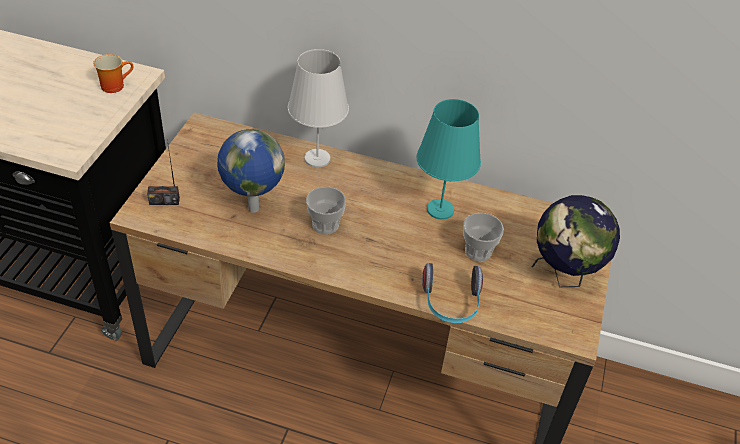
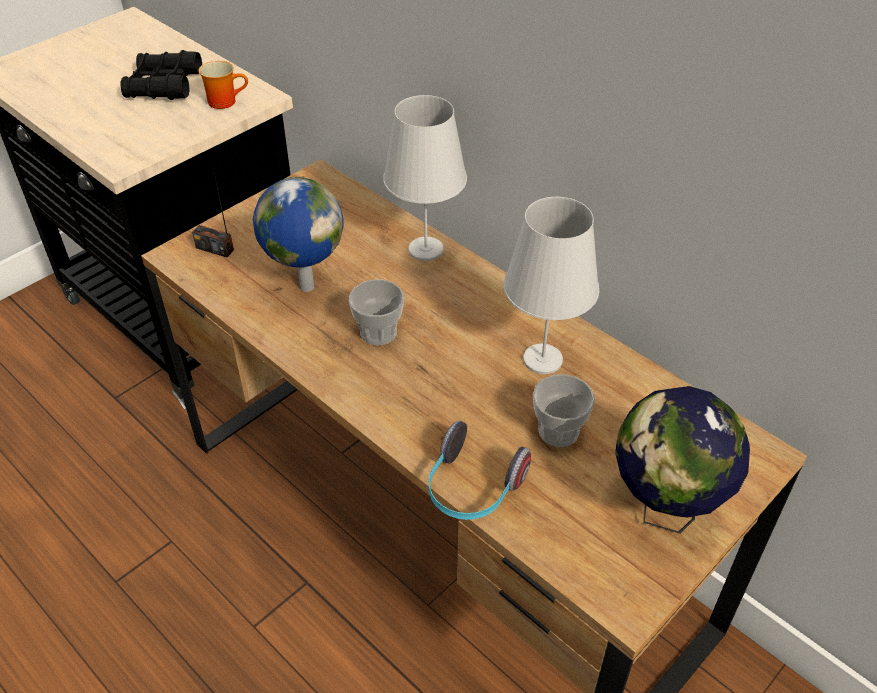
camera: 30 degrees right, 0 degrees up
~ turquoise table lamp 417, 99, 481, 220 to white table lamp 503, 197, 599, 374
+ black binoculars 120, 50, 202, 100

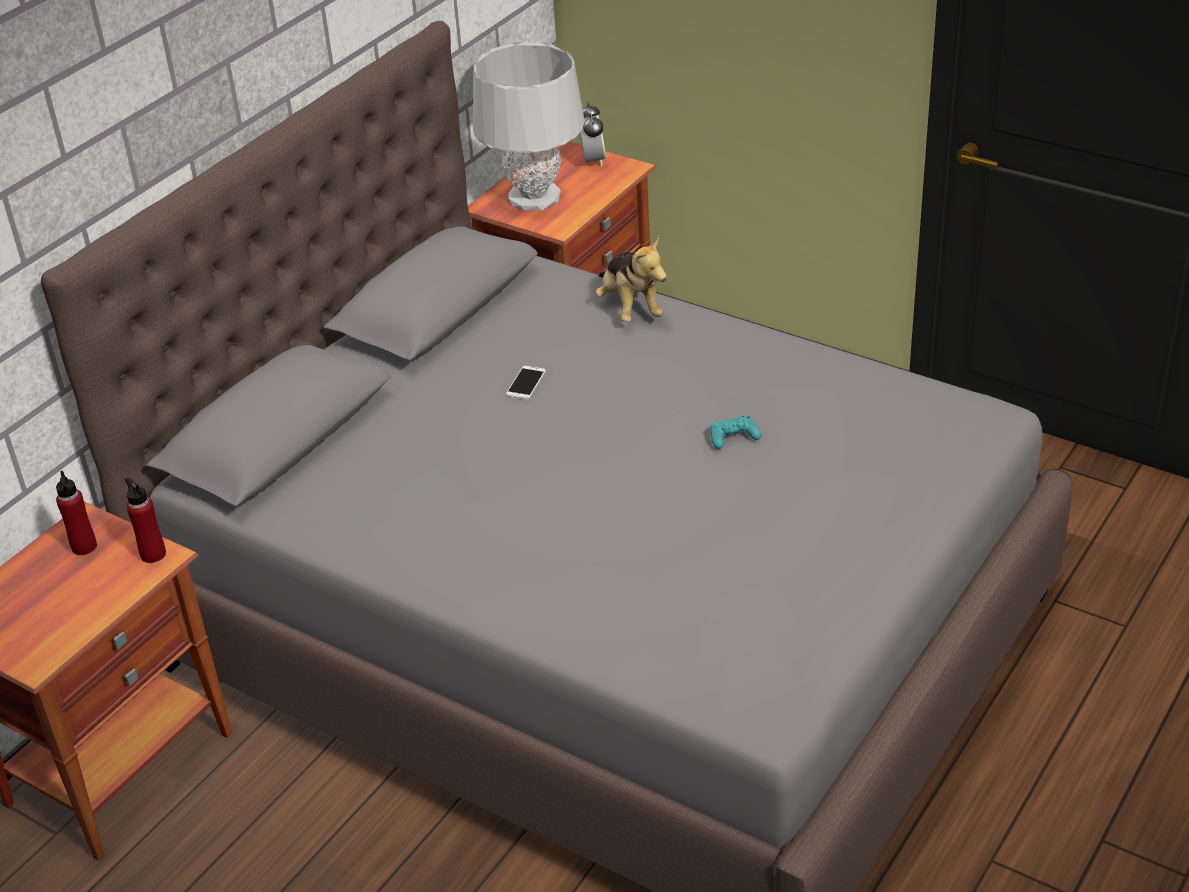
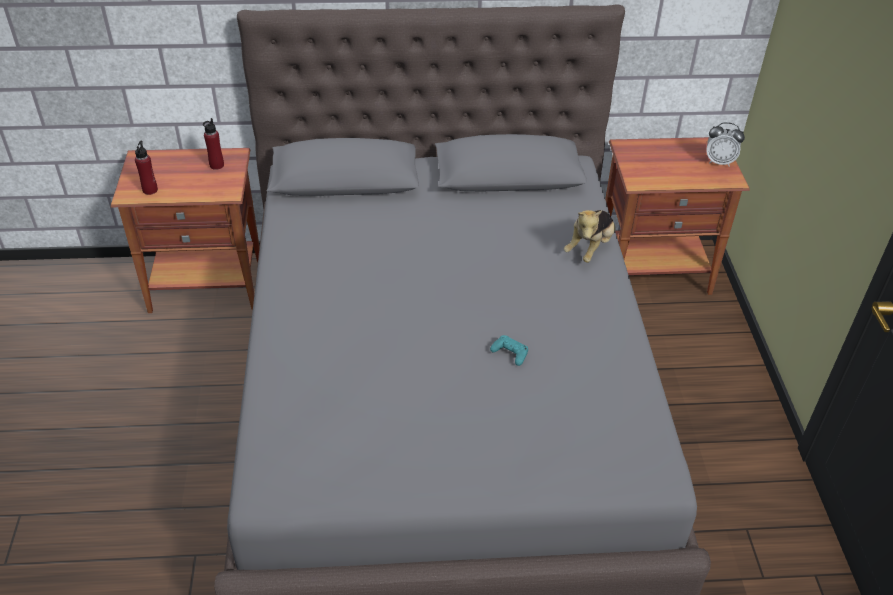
camera: 50 degrees right, 5 degrees up
- grey table lamp 473, 42, 585, 211
~ alarm clock 579, 102, 606, 167 = 706, 122, 745, 167 60 degrees clockwise
- phone 506, 366, 546, 400
~ red bottle 125, 477, 166, 563 to 135, 141, 158, 195

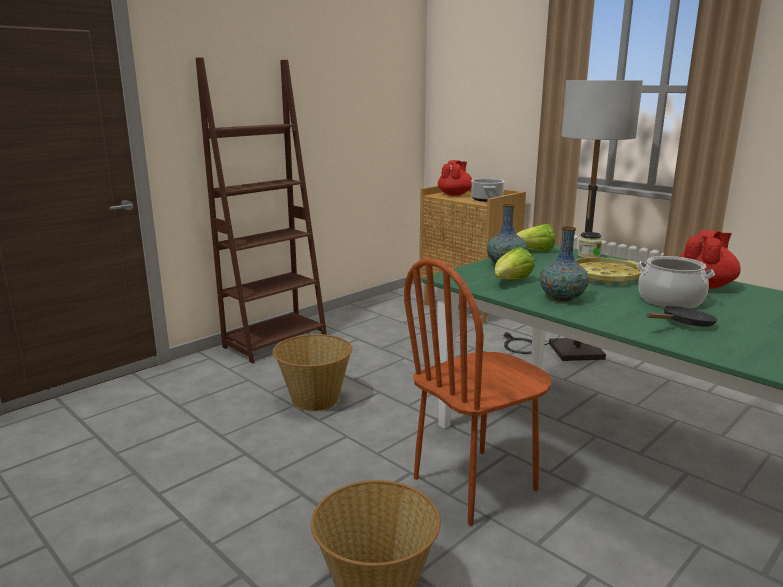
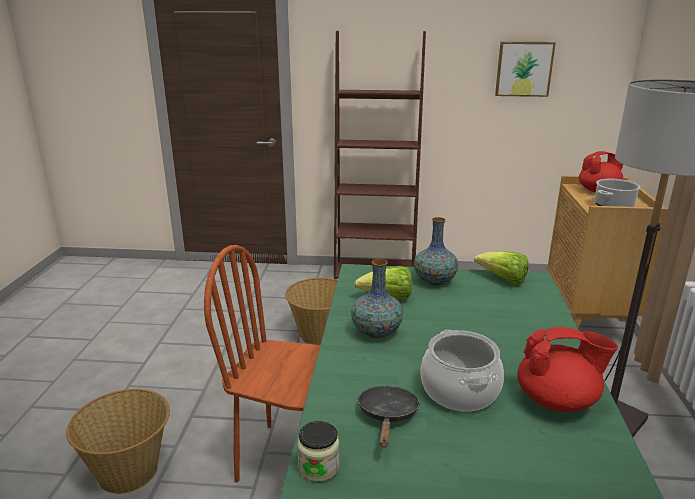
camera: 50 degrees right, 5 degrees up
~ jar 578, 232, 602, 258 to 297, 421, 339, 482
- yellow tray 575, 257, 642, 284
~ black frying pan 646, 305, 718, 327 = 357, 386, 421, 447 105 degrees counterclockwise
+ picture 495, 42, 556, 97

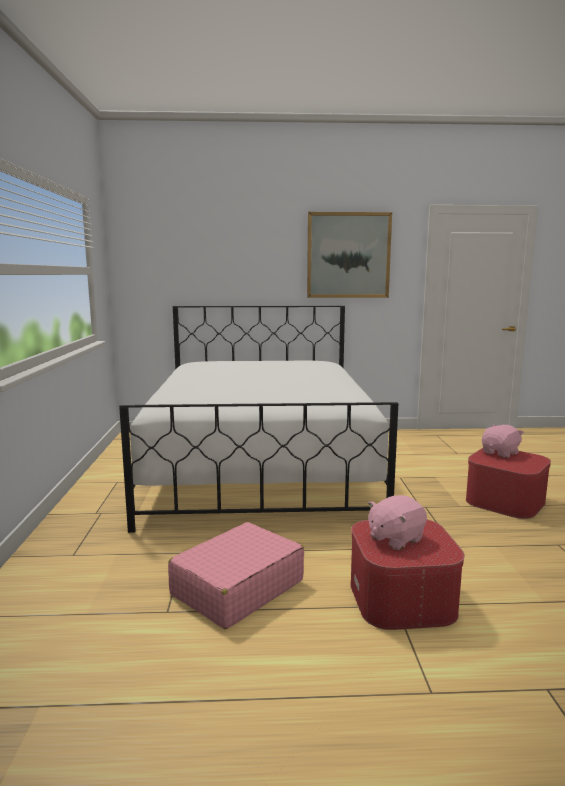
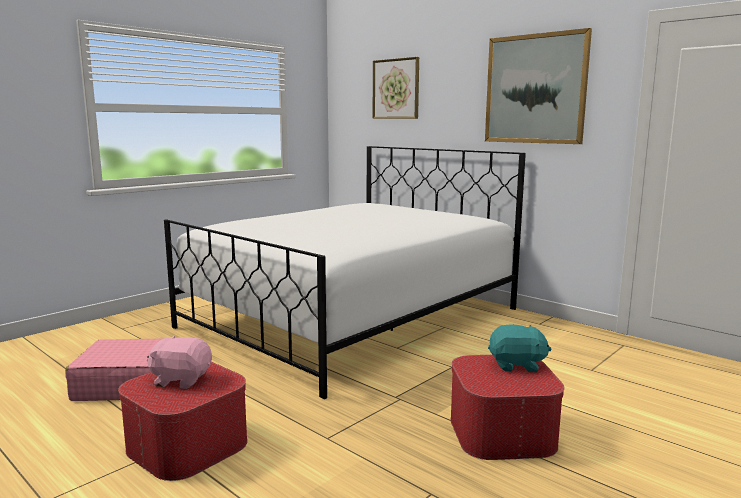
camera: 45 degrees right, 0 degrees up
~ pink plush toy 482, 425, 524, 458 to turquoise plush toy 488, 325, 551, 372
+ picture 373, 57, 419, 119

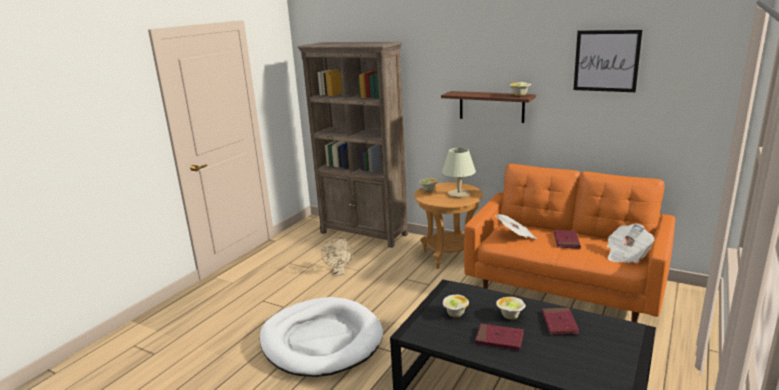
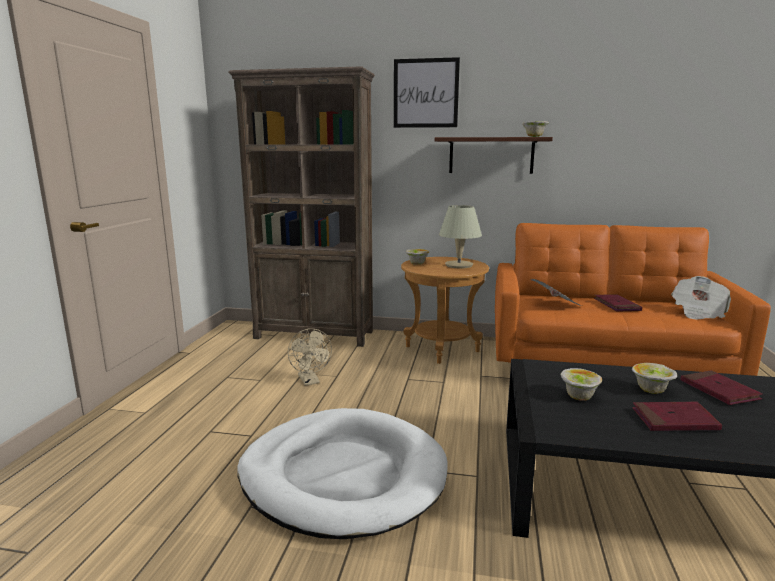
camera: 20 degrees left, 5 degrees down
~ picture 574, 30, 642, 92 to 394, 57, 460, 128

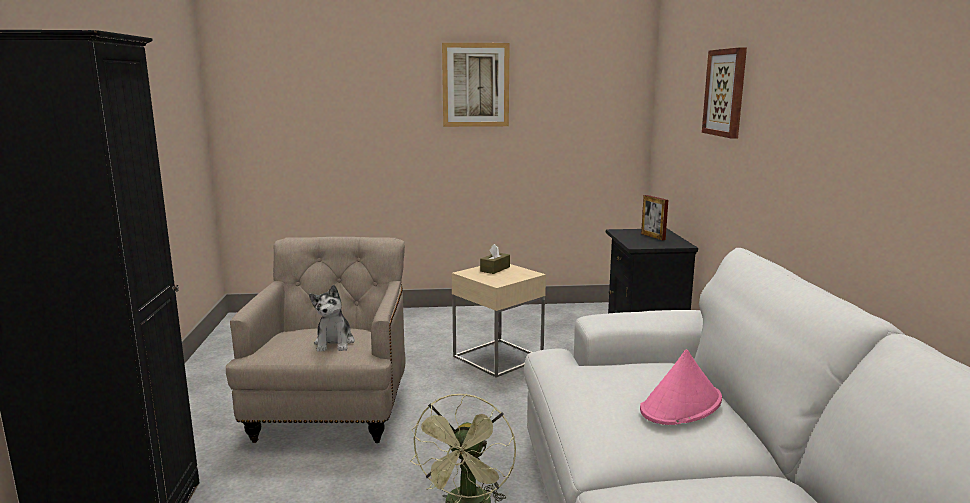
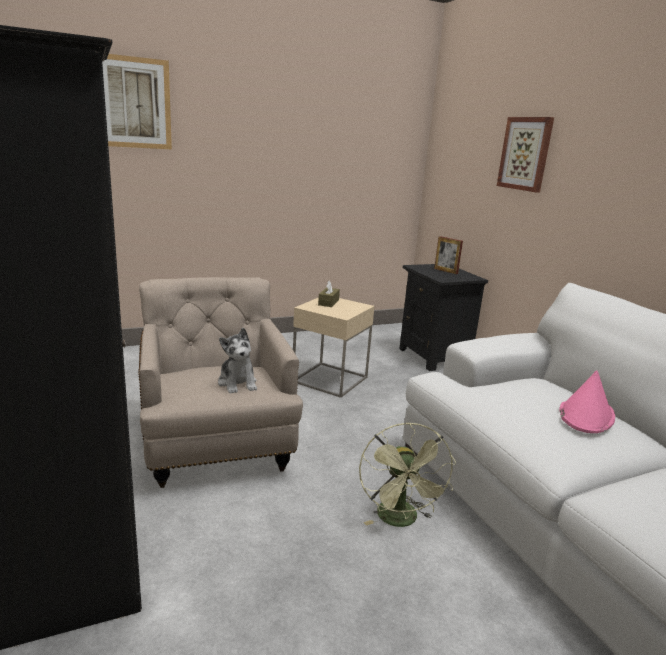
camera: 20 degrees left, 5 degrees up
~ picture 442, 43, 510, 127 to 102, 54, 172, 149

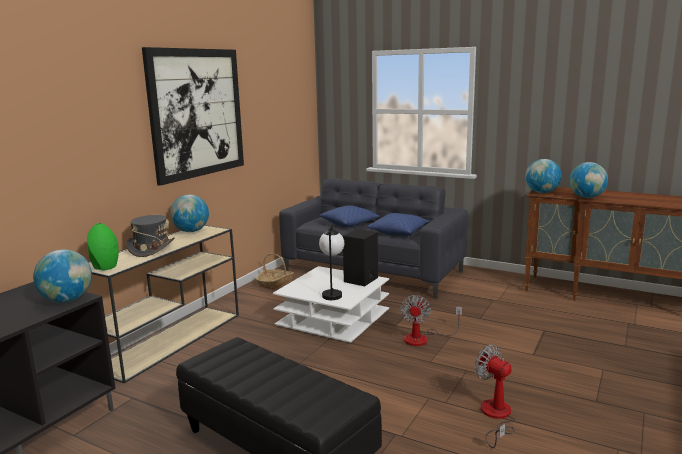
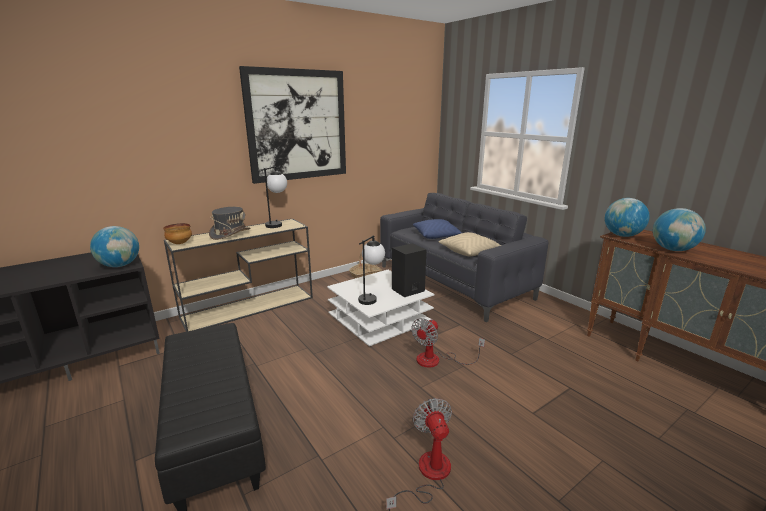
camera: 25 degrees right, 5 degrees up
~ globe 170, 195, 209, 232 to table lamp 261, 166, 287, 228
~ blue pillow 367, 213, 430, 236 to beige pillow 439, 232, 501, 256
~ green vase 87, 223, 119, 271 to bowl 163, 223, 192, 244

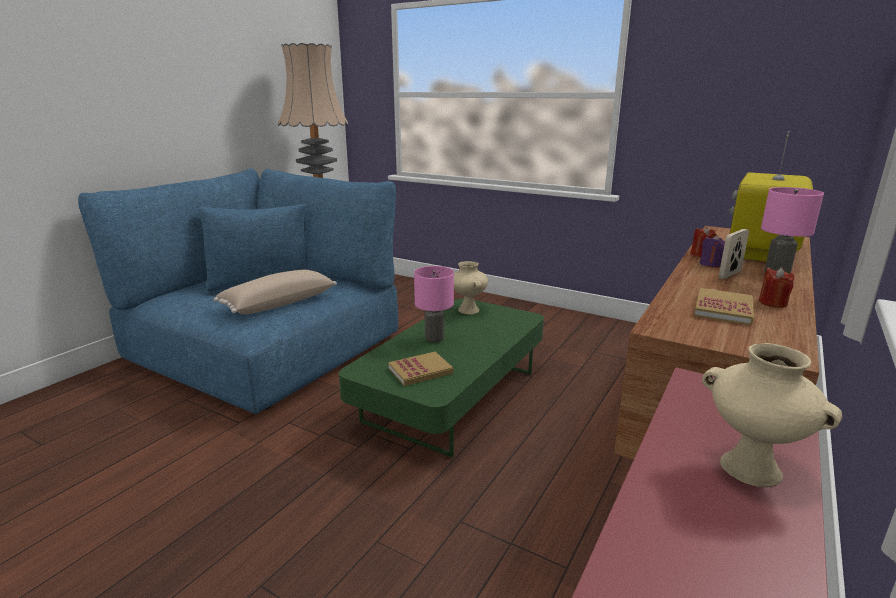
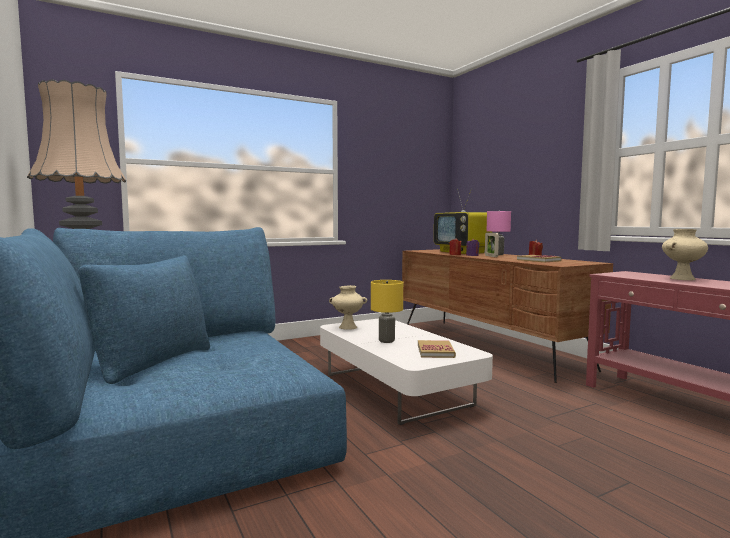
camera: 60 degrees left, 15 degrees down
~ pink table lamp 414, 266, 454, 343 to yellow table lamp 371, 280, 403, 343
- beige pillow 214, 269, 337, 315
~ green coffee table 339, 298, 544, 457 to white coffee table 320, 318, 493, 425

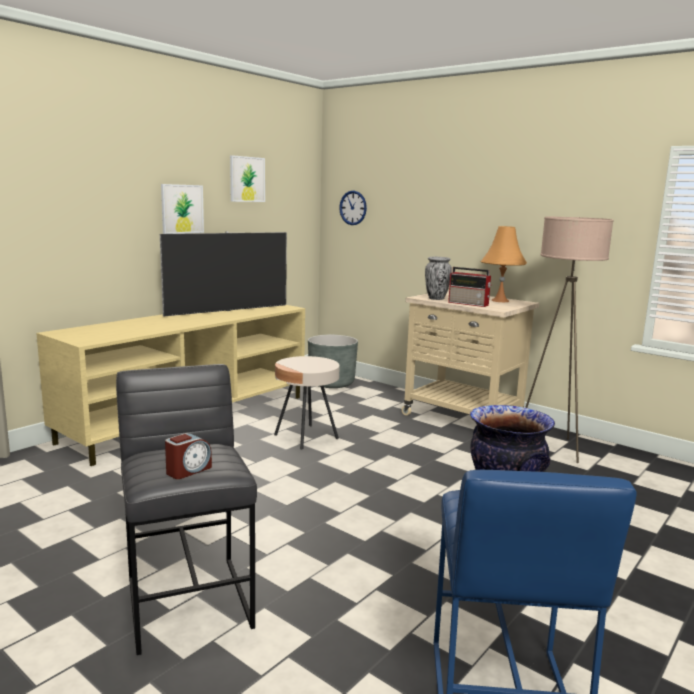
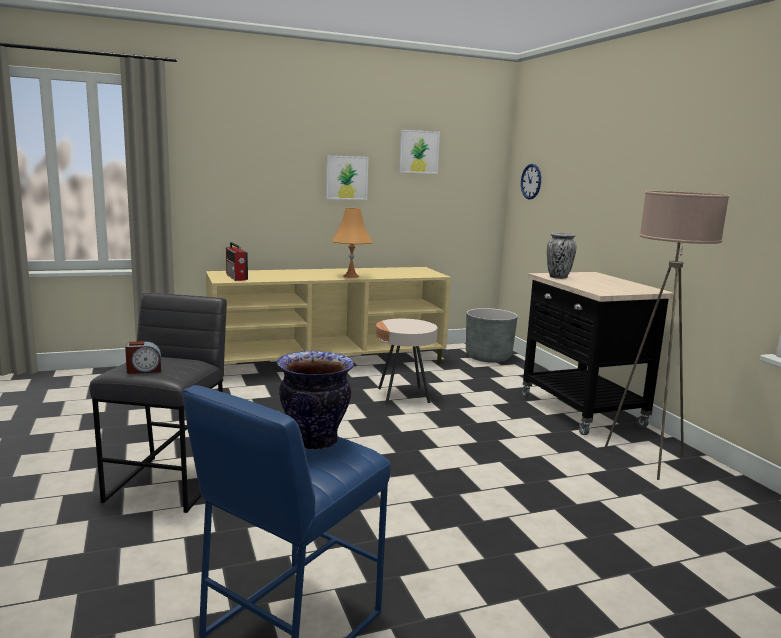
camera: 30 degrees right, 0 degrees up
~ orange table lamp 481, 226, 527, 302 to 332, 208, 373, 278
- television 160, 231, 287, 317
~ radio 448, 267, 491, 307 to 226, 242, 248, 281
~ beige cart 402, 291, 539, 415 to black cart 521, 272, 673, 435

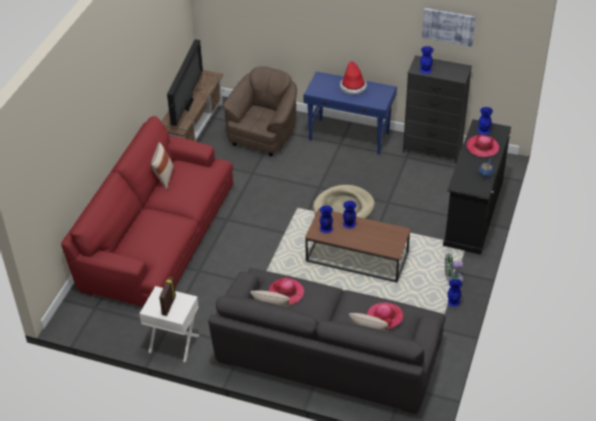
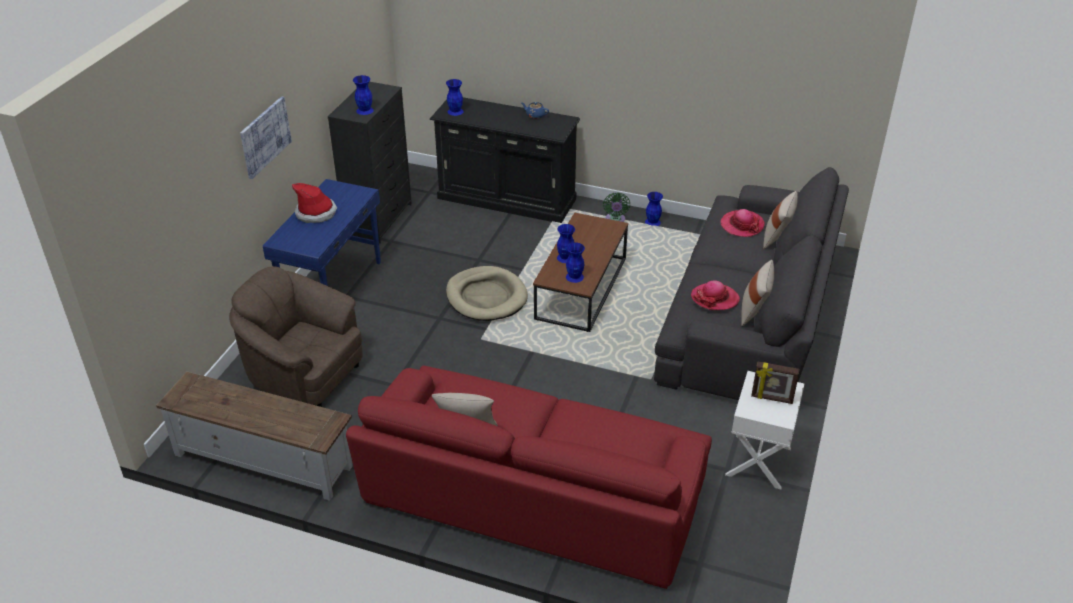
camera: 90 degrees left, 5 degrees down
~ picture 422, 8, 475, 47 to 240, 96, 292, 179
- television 167, 39, 203, 126
- hat 467, 135, 499, 157

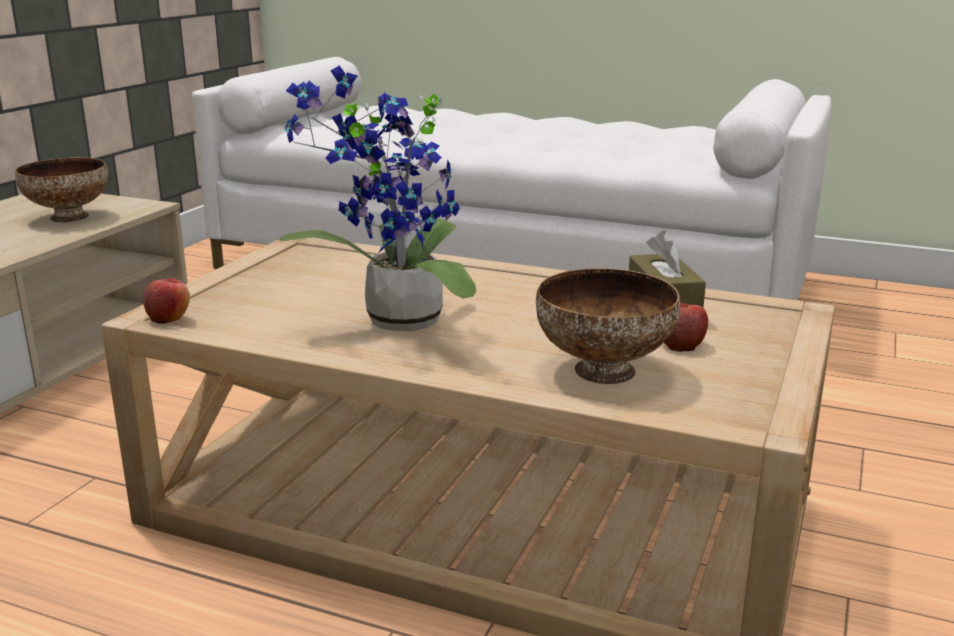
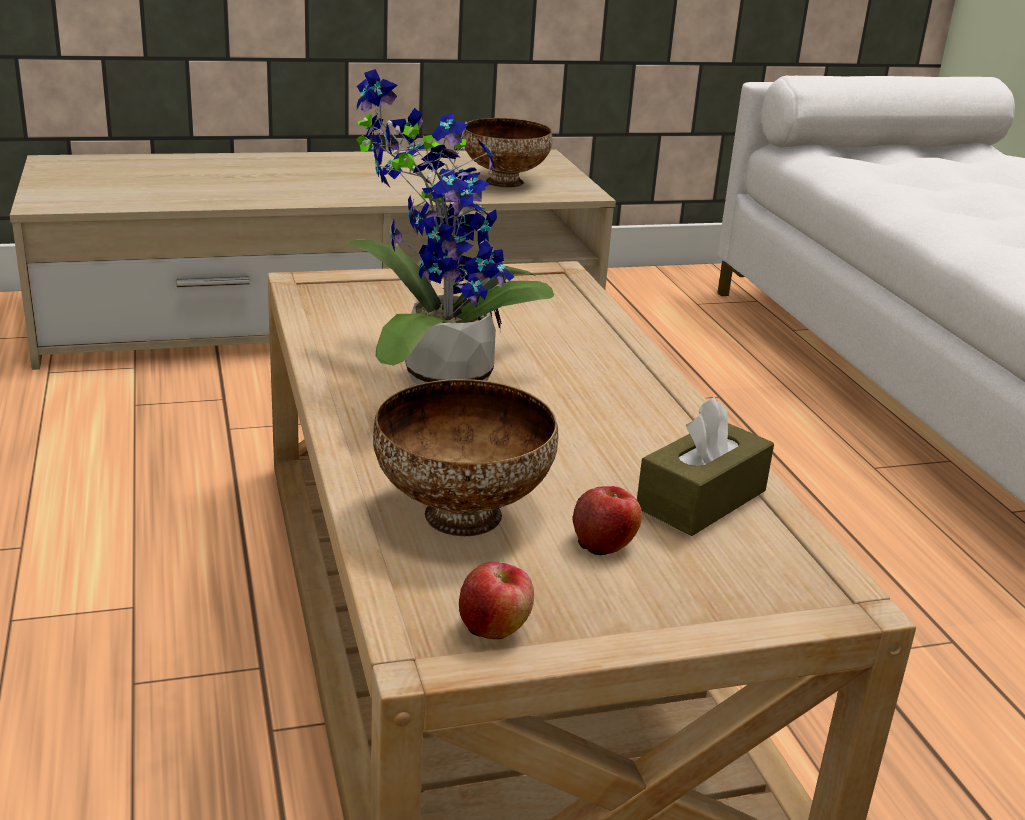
camera: 50 degrees right, 5 degrees up
~ apple 143, 278, 190, 324 to 459, 562, 534, 639

